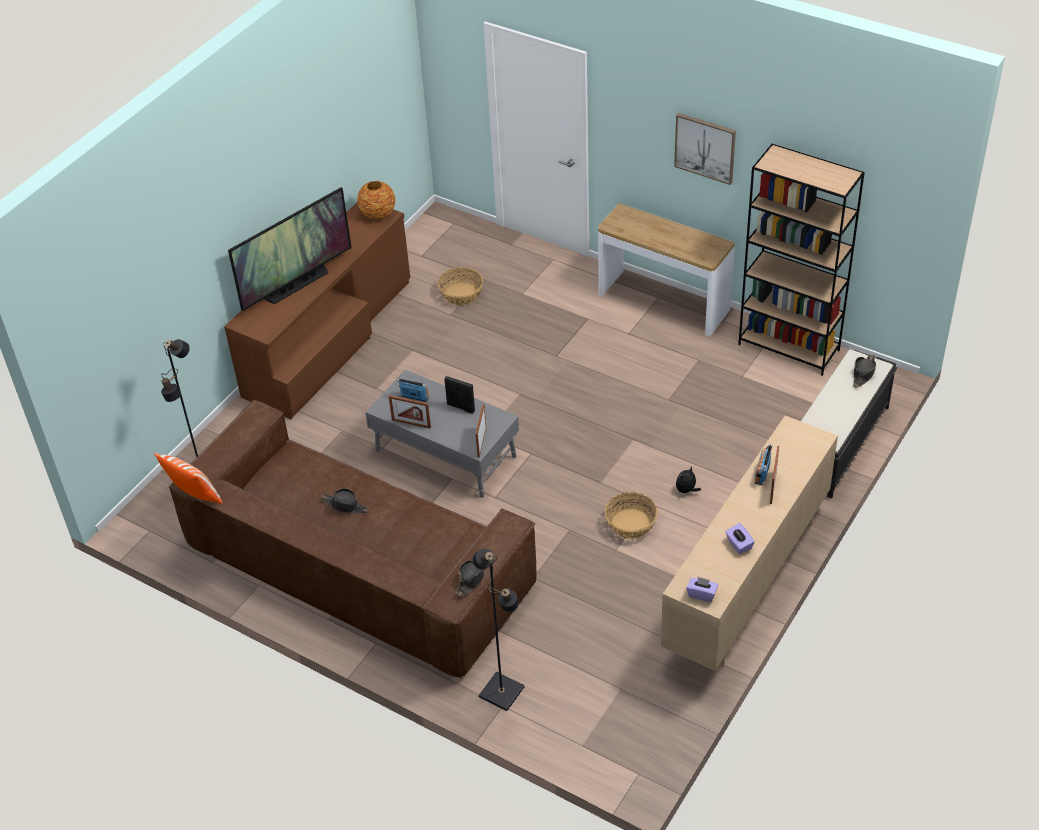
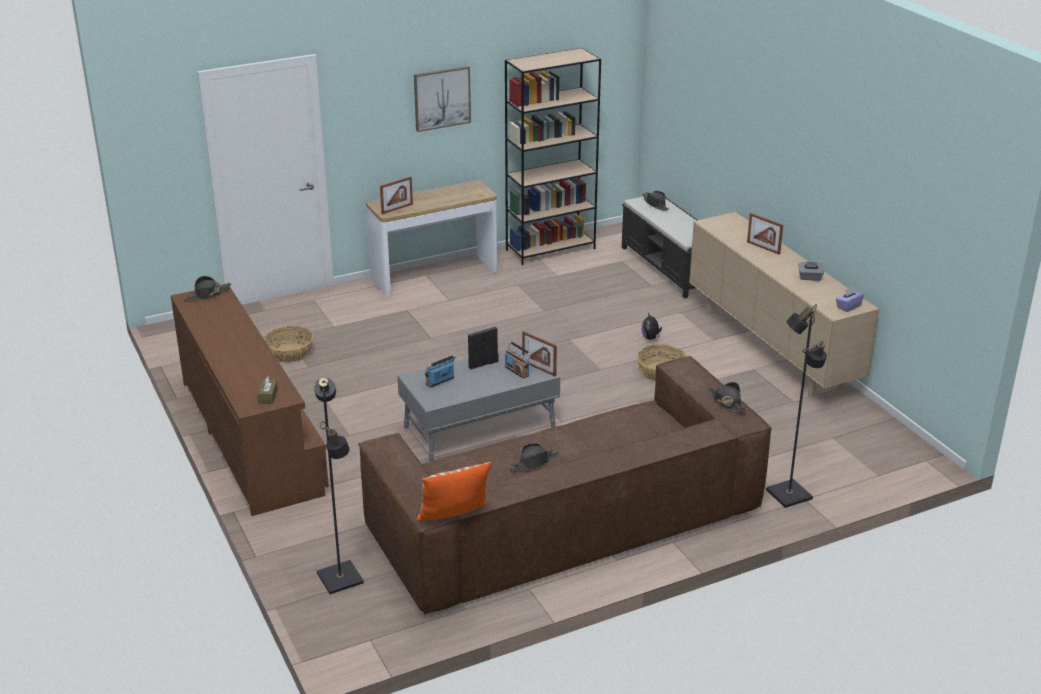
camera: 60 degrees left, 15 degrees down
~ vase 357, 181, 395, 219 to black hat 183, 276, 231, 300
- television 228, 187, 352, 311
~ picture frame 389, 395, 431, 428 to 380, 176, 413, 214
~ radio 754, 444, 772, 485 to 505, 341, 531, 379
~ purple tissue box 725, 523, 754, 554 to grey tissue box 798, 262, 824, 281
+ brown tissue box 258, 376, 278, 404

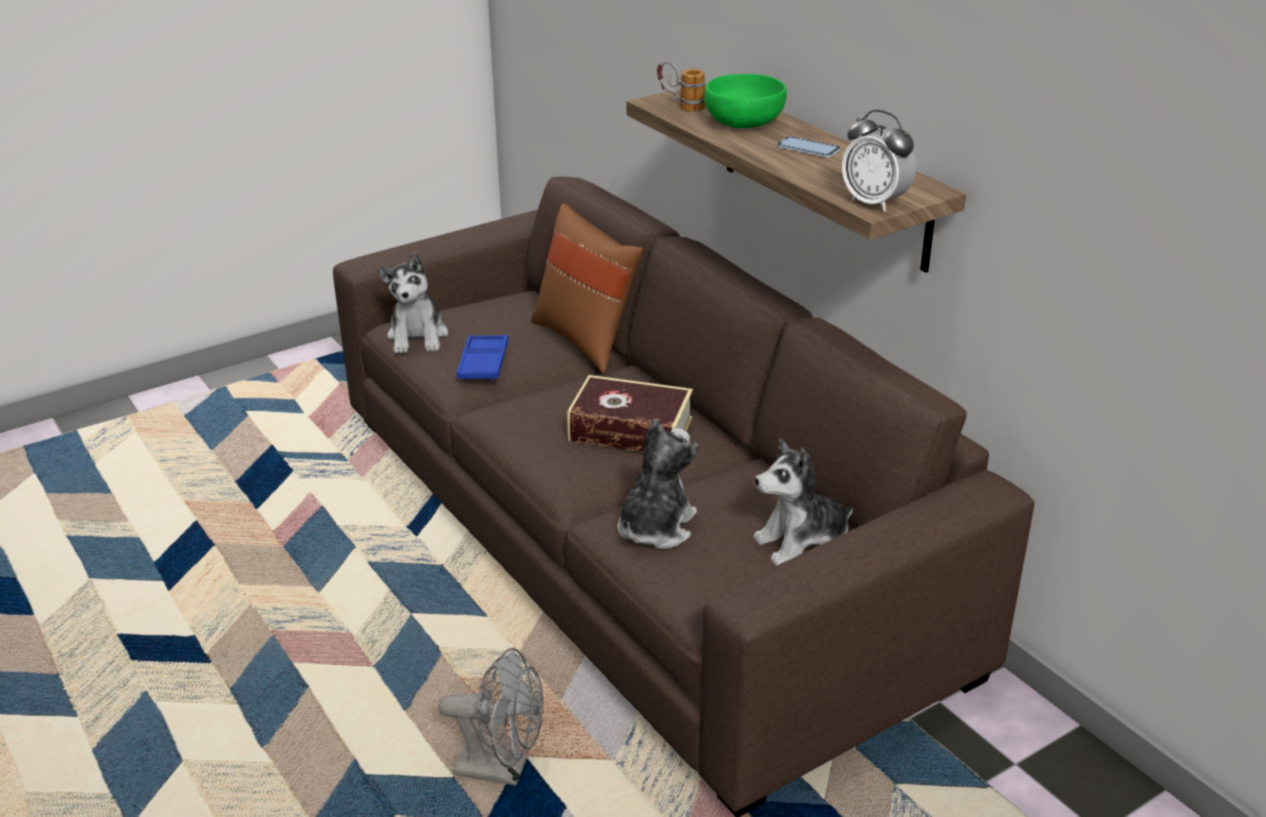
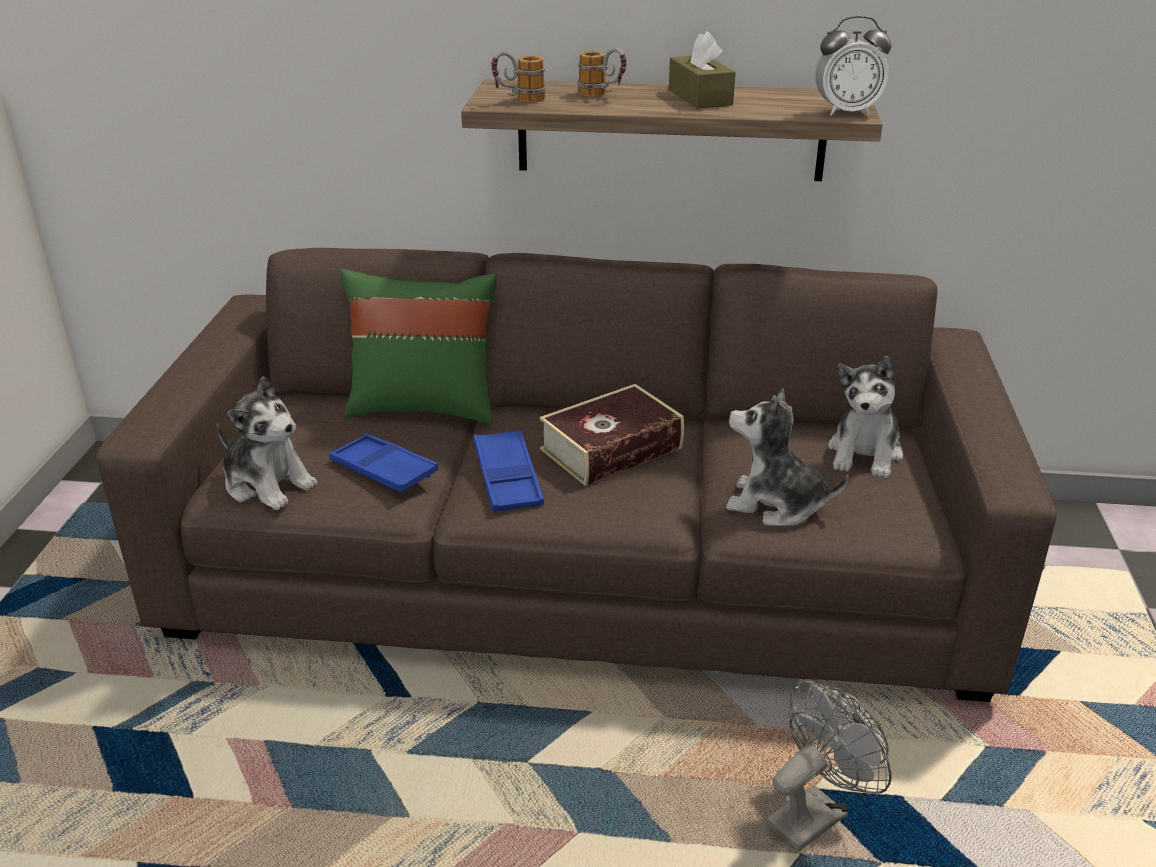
camera: 50 degrees left, 0 degrees up
~ green bowl 704, 74, 787, 128 to mug 577, 48, 626, 97
~ phone 777, 136, 841, 158 to brown tissue box 669, 31, 736, 109
~ brown pillow 531, 203, 643, 373 to green pillow 340, 269, 497, 424
~ plush toy 617, 419, 698, 549 = 726, 389, 849, 527 45 degrees counterclockwise
+ blue tray 474, 430, 544, 512

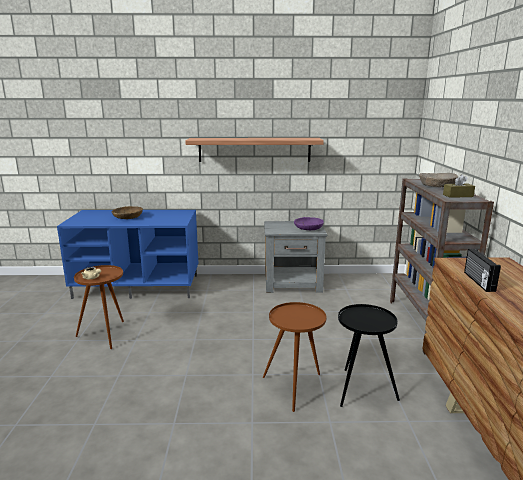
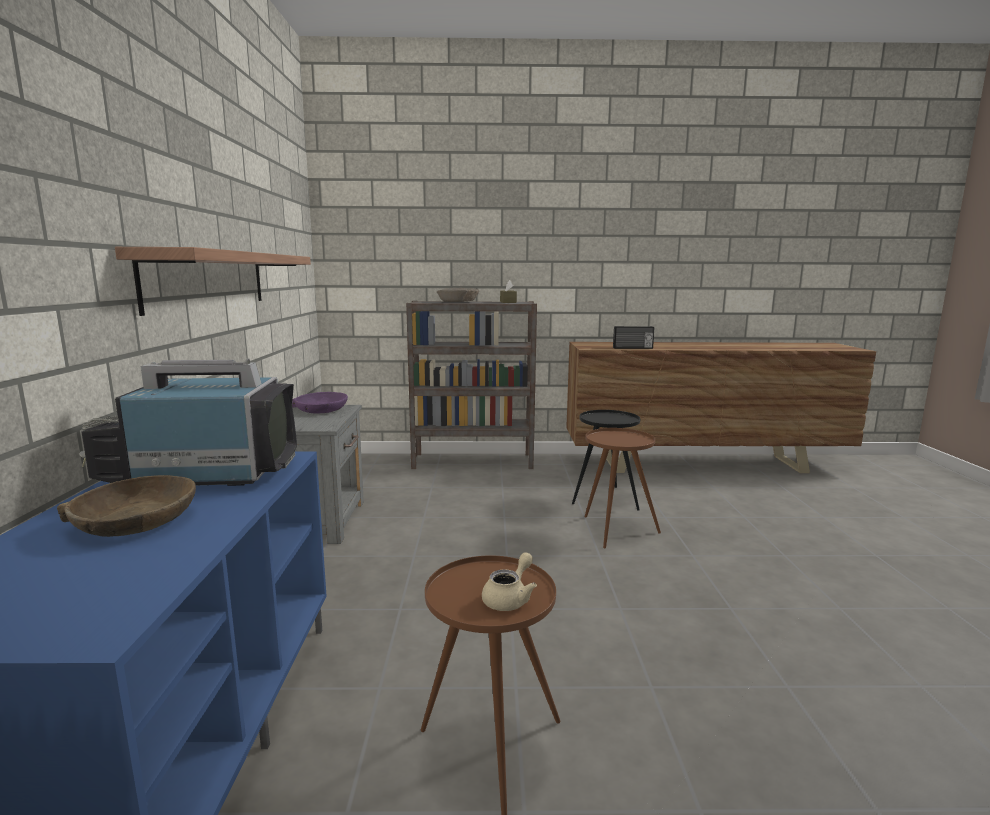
camera: 90 degrees left, 5 degrees down
+ television 79, 358, 297, 486

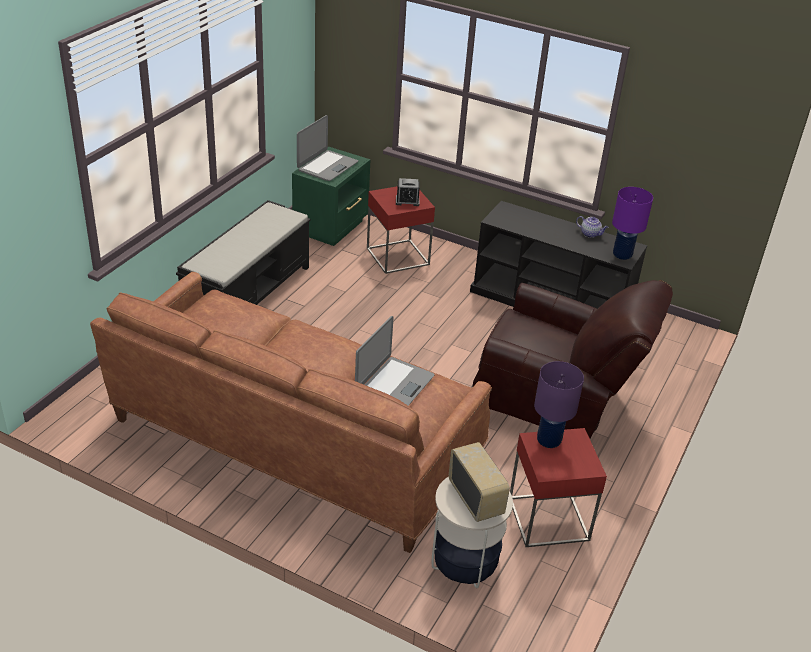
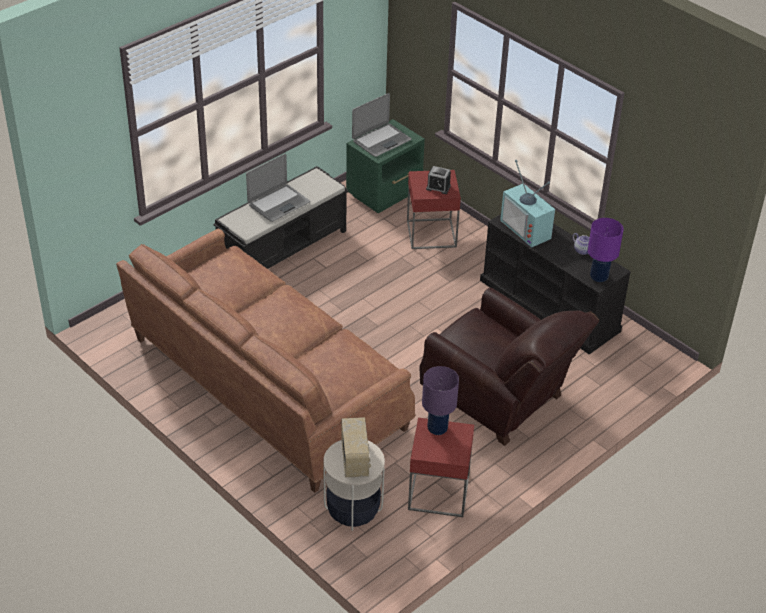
camera: 20 degrees right, 5 degrees up
~ laptop 355, 316, 434, 406 to 246, 154, 310, 222
+ television 500, 160, 555, 248

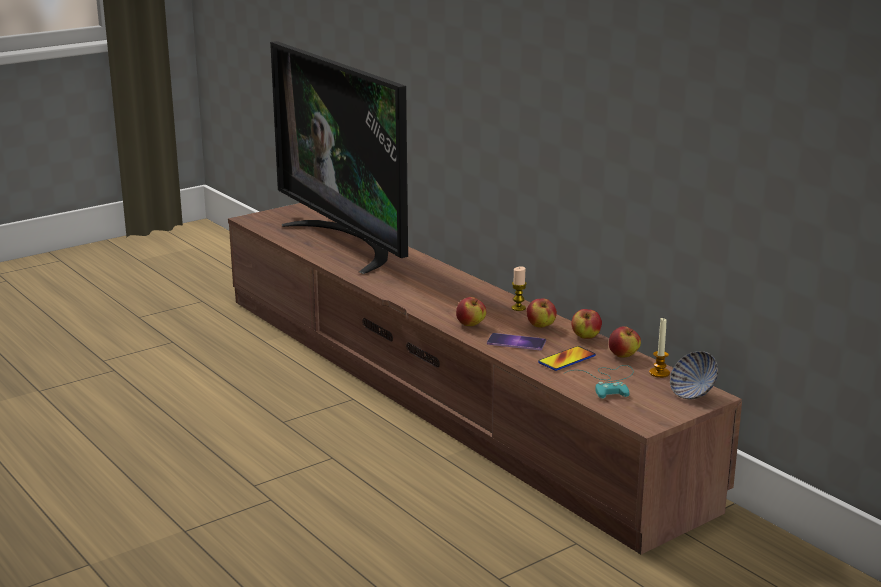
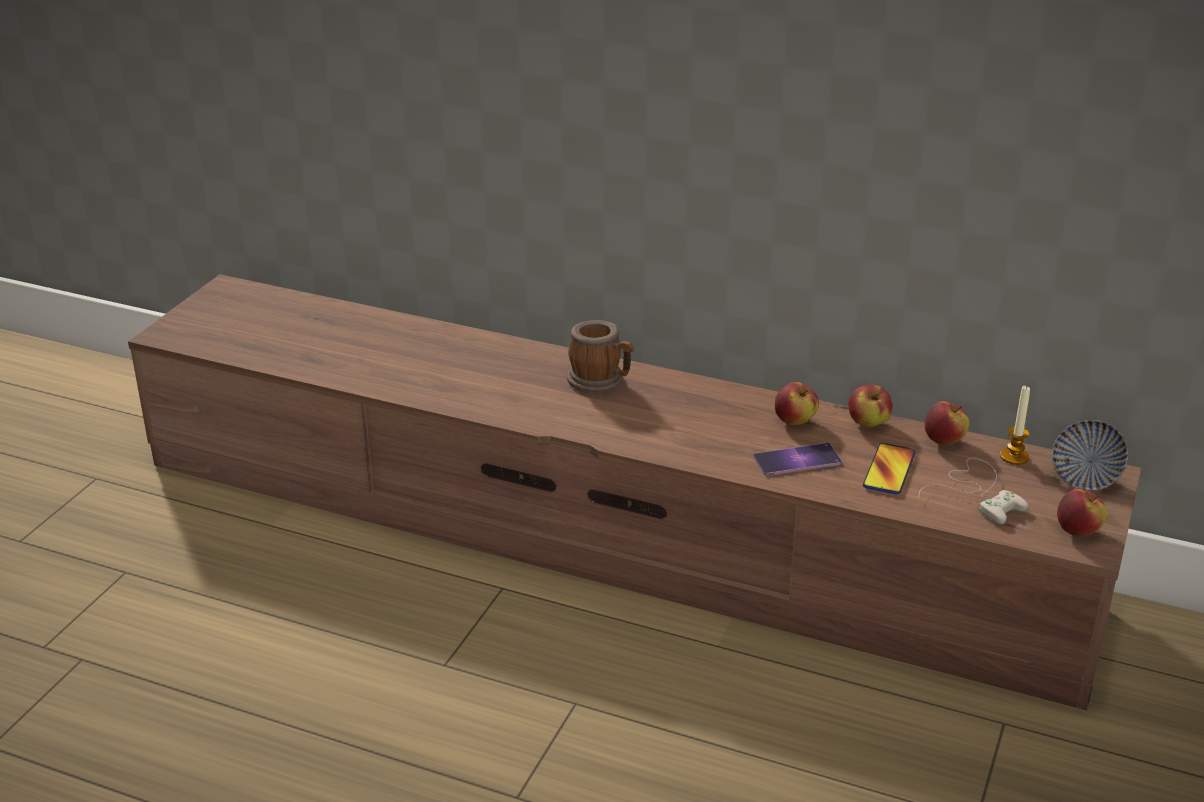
camera: 30 degrees left, 10 degrees up
- television 270, 41, 408, 274
- candle 511, 267, 527, 311
~ apple 456, 297, 486, 326 to 1057, 488, 1108, 537
~ turquoise game controller 565, 365, 633, 399 to white game controller 919, 458, 1028, 524
+ mug 567, 320, 634, 393

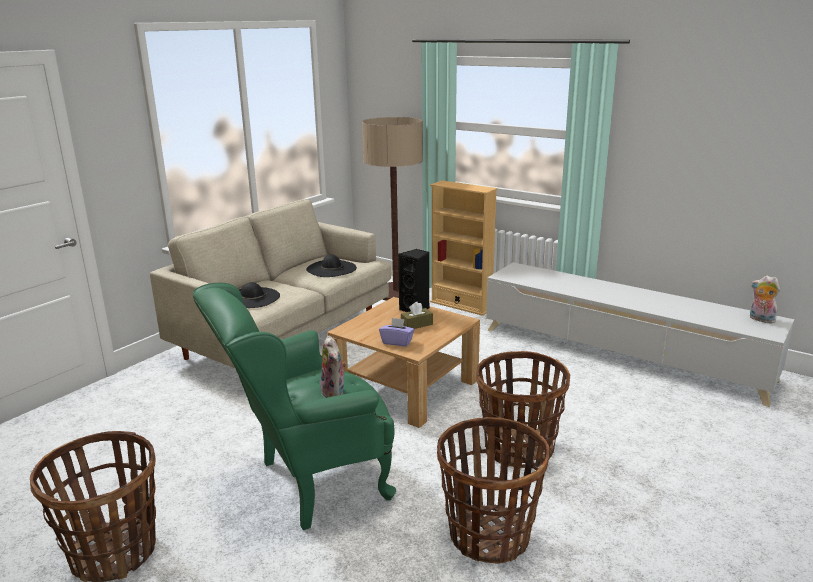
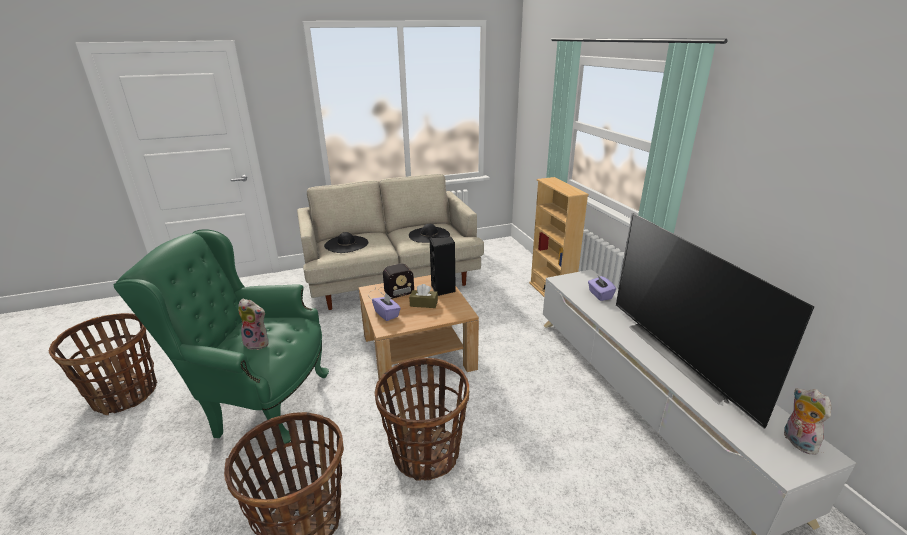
camera: 35 degrees right, 5 degrees up
- floor lamp 362, 117, 423, 301
~ plush toy 320, 335, 347, 398 = 238, 299, 269, 350 90 degrees counterclockwise
+ television 616, 213, 814, 429
+ radio 368, 263, 414, 299
+ purple tissue box 588, 276, 616, 301

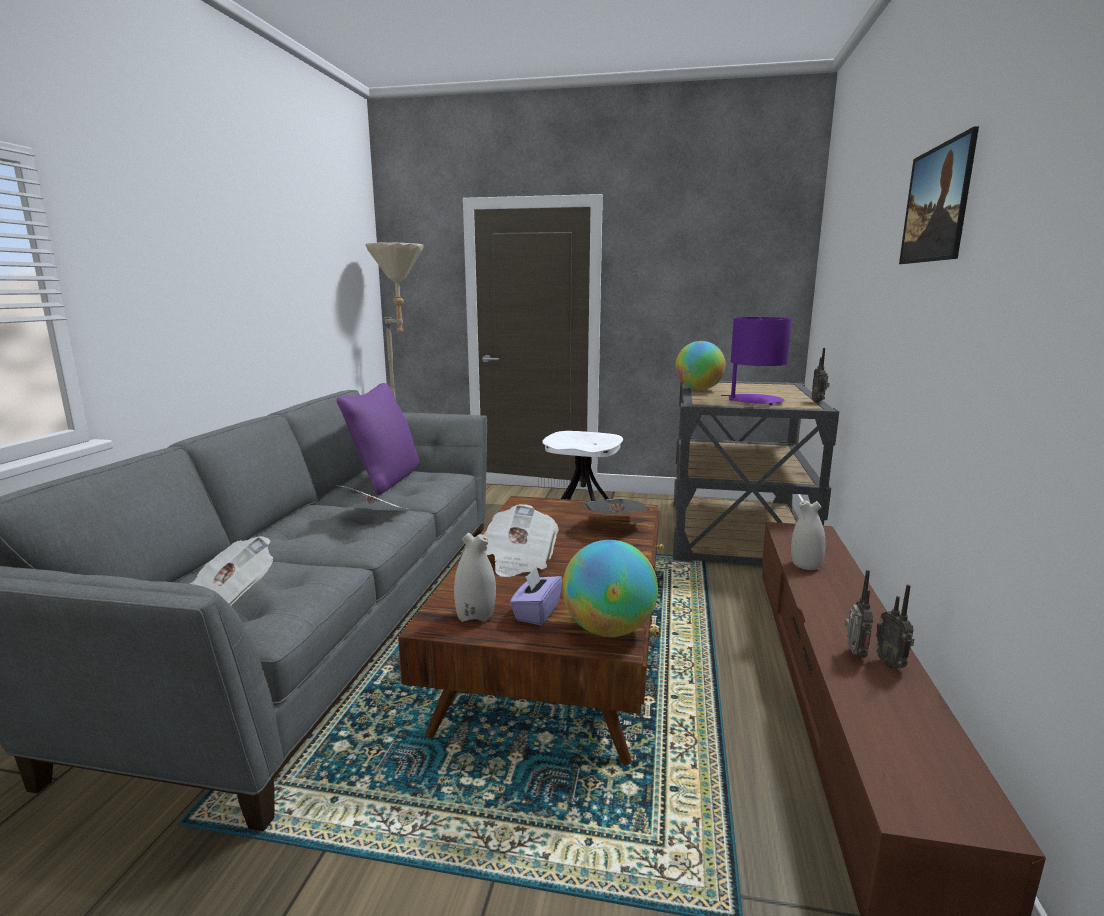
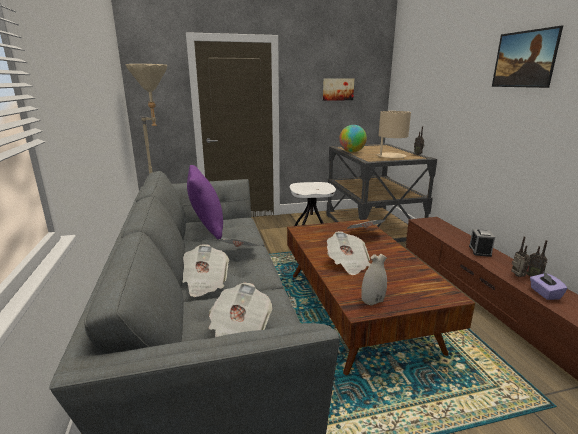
camera: 25 degrees left, 5 degrees up
~ purple table lamp 721, 317, 792, 405 to beige table lamp 377, 111, 411, 159
- white vase 791, 500, 826, 570
- globe 562, 540, 658, 637
~ purple tissue box 510, 567, 563, 625 to 530, 271, 568, 300
+ picture 323, 78, 354, 101
+ alarm clock 469, 229, 495, 257
+ newspaper 182, 244, 229, 297

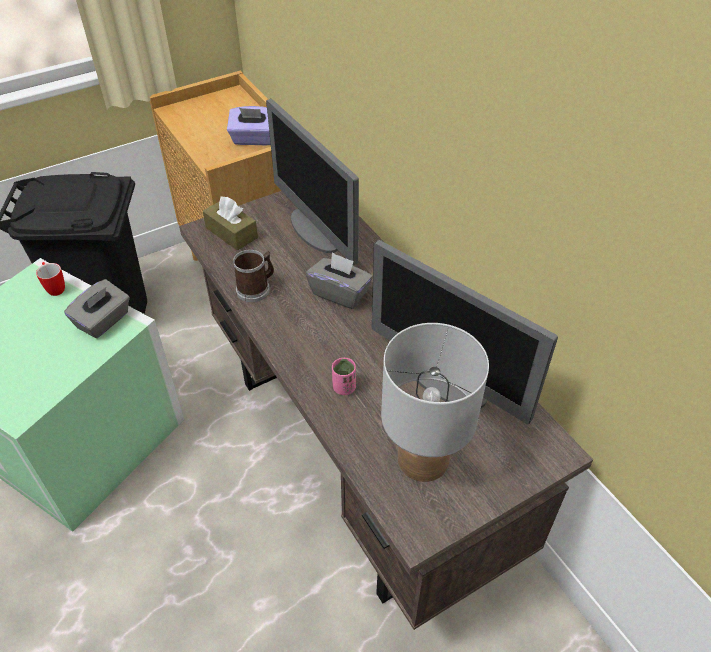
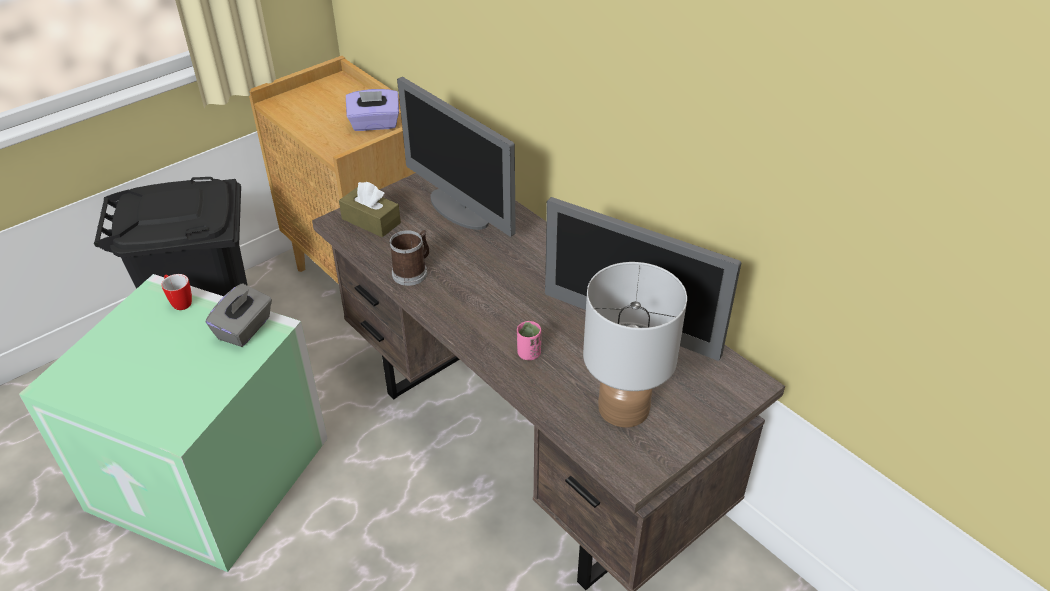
camera: 10 degrees left, 5 degrees down
- grey tissue box 306, 252, 373, 309

